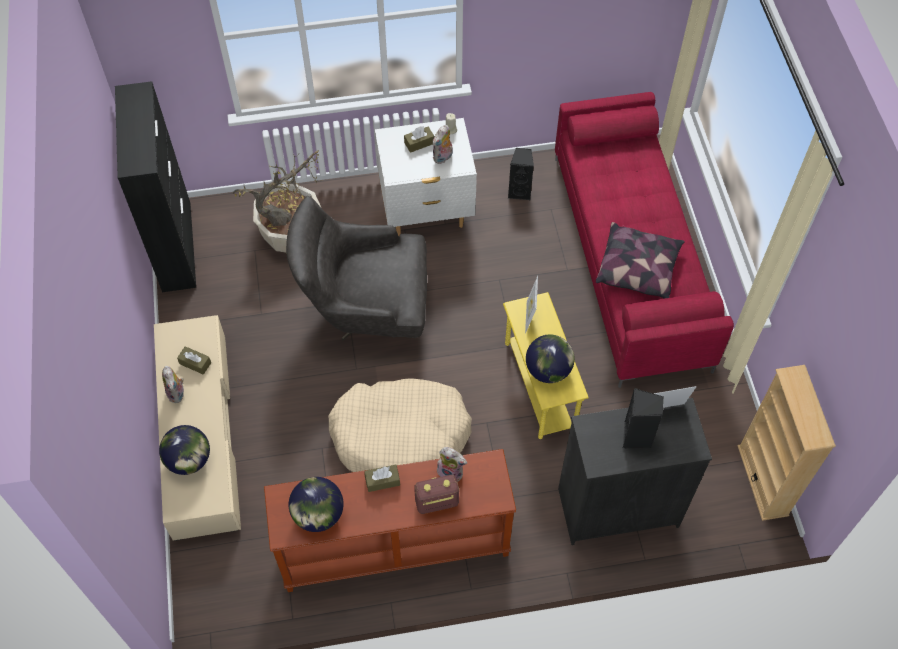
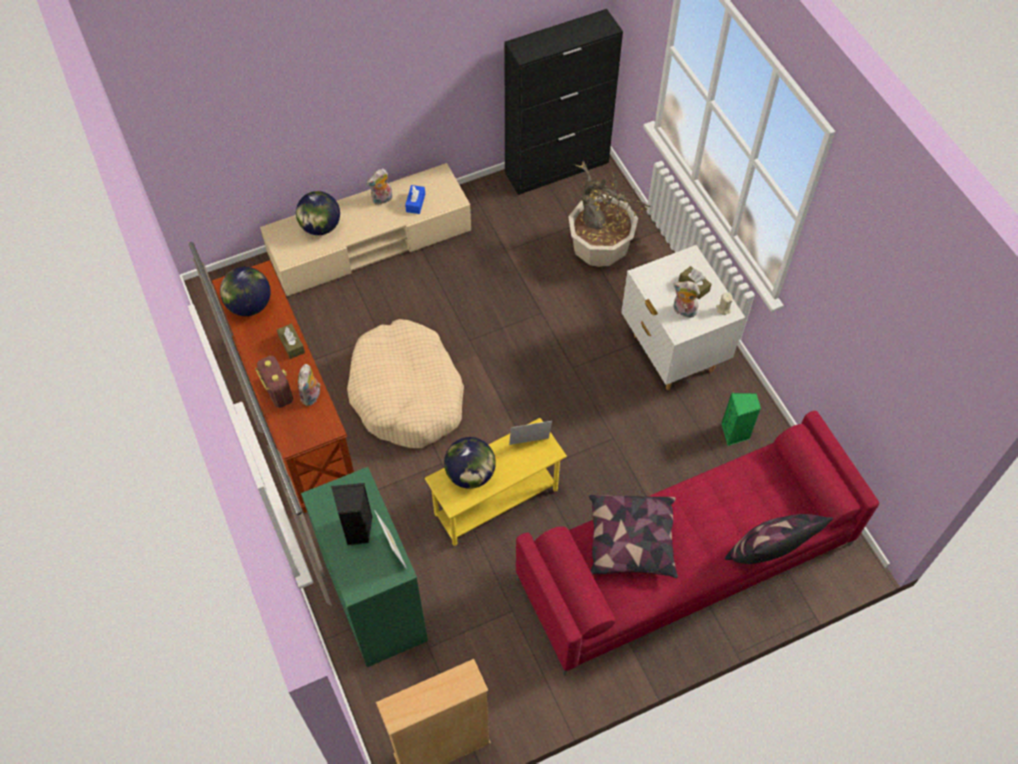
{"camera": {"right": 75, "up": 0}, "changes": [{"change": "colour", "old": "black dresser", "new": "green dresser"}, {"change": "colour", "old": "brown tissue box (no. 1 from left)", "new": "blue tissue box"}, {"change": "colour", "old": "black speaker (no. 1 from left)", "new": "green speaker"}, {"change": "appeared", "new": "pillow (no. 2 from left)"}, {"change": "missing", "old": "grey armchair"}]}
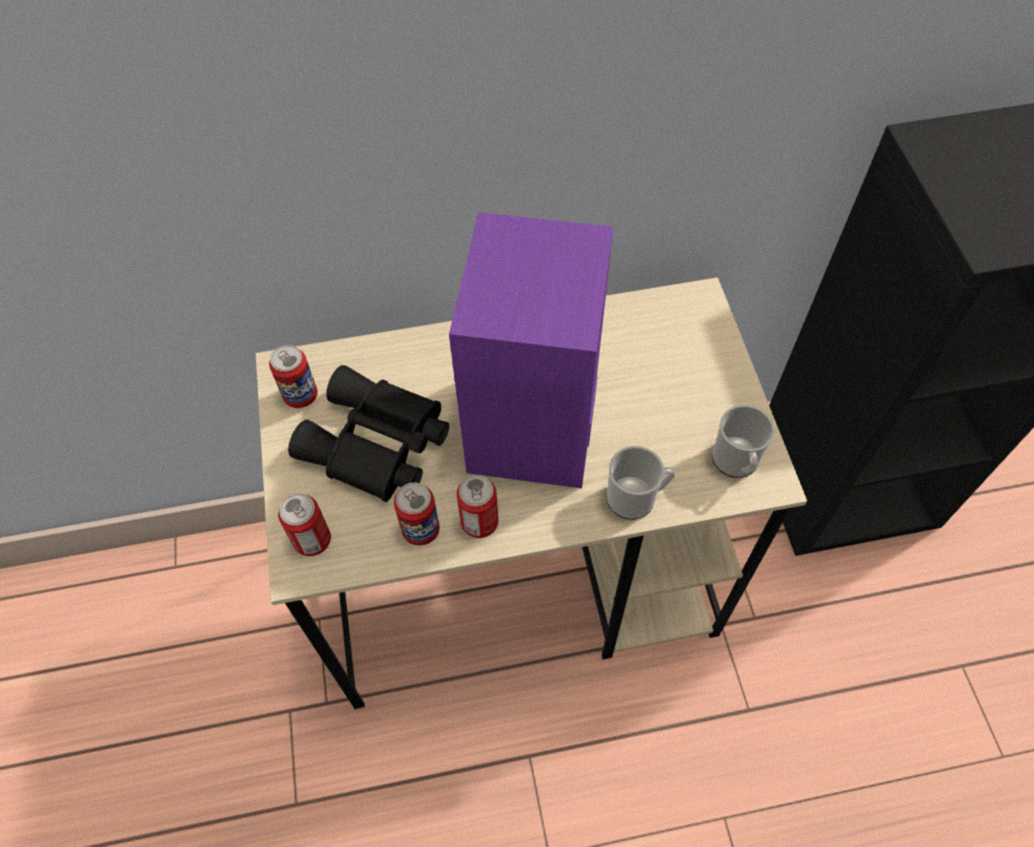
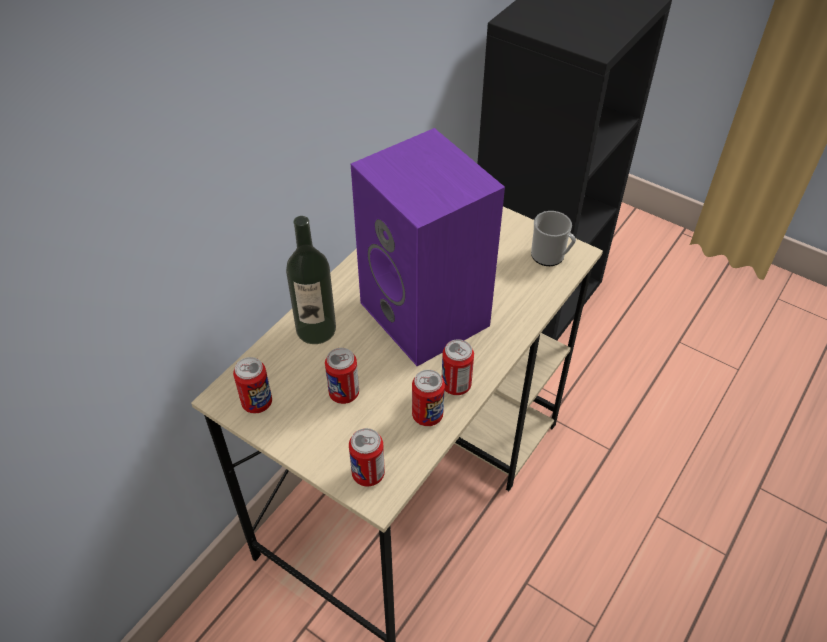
{"camera": {"right": -45, "up": -10}, "changes": [{"change": "appeared", "new": "bottle"}, {"change": "exchanged", "old": "black binoculars", "new": "can (no. 2 from left)"}, {"change": "missing", "old": "mug (no. 1 from left)"}]}
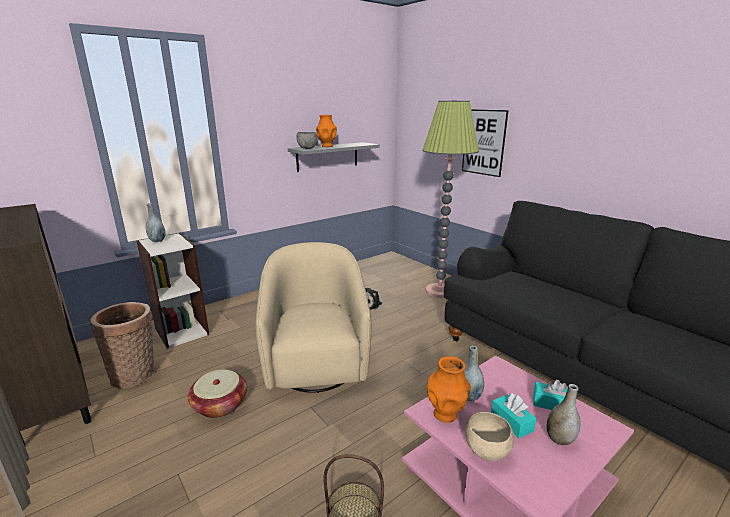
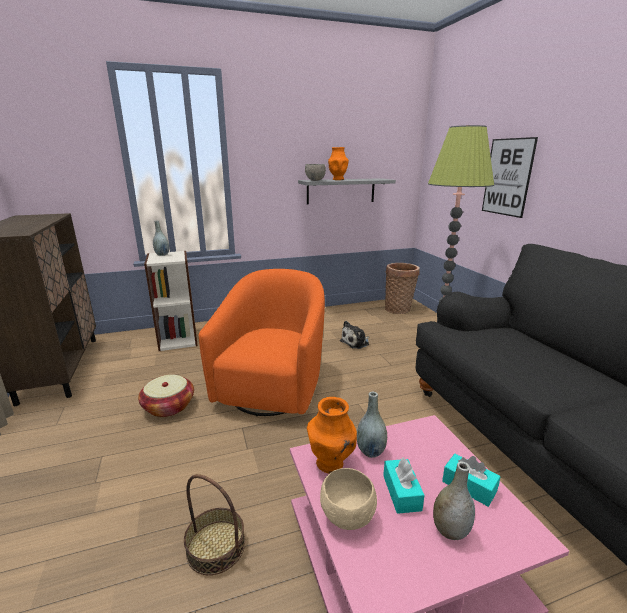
{"camera": {"right": 20, "up": 0}, "changes": [{"change": "colour", "old": "beige armchair", "new": "orange armchair"}, {"change": "relocated", "old": "basket (no. 1 from left in the first image)", "new": "basket (no. 3 from left)"}]}
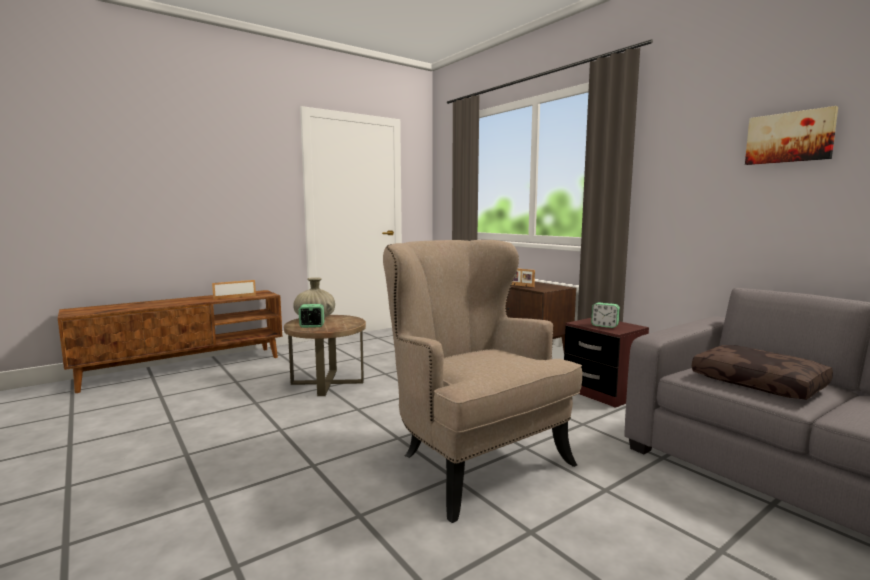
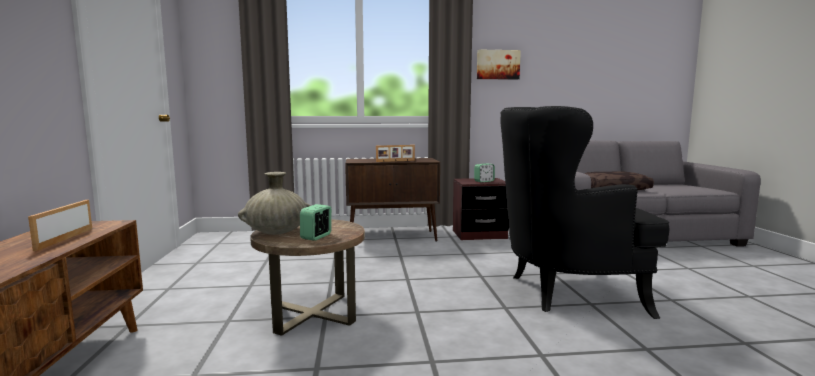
{"camera": {"right": -60, "up": 0}, "changes": [{"change": "relocated", "old": "picture"}, {"change": "colour", "old": "beige armchair", "new": "black armchair"}]}
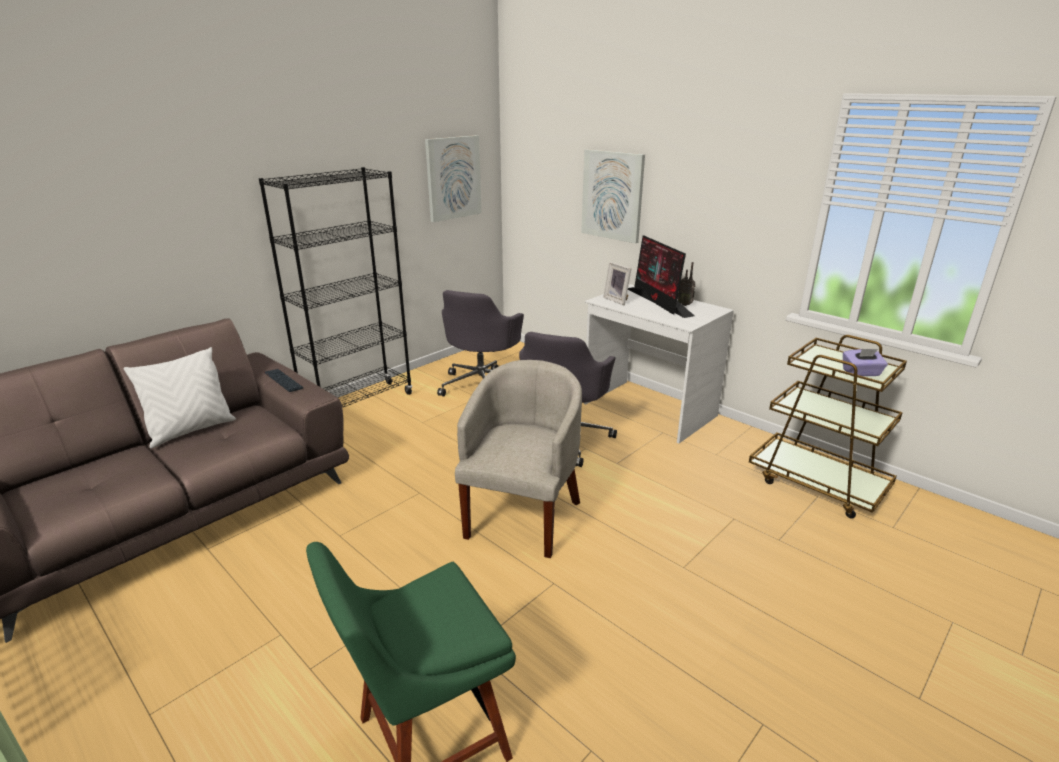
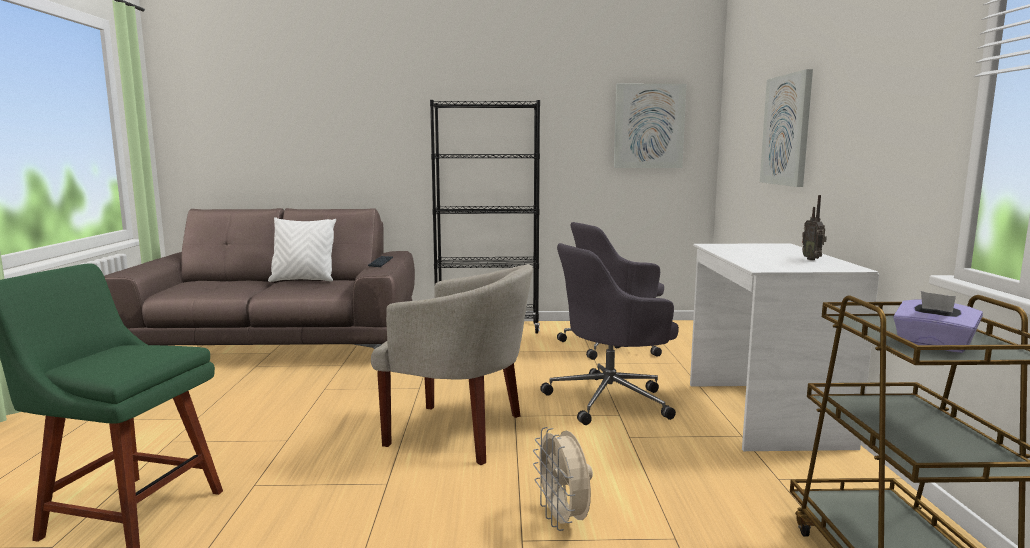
{"camera": {"right": 45, "up": -15}, "changes": [{"change": "spun", "old": "beige armchair", "degrees": 45}, {"change": "appeared", "new": "beige fan"}, {"change": "missing", "old": "picture frame"}, {"change": "missing", "old": "monitor"}]}
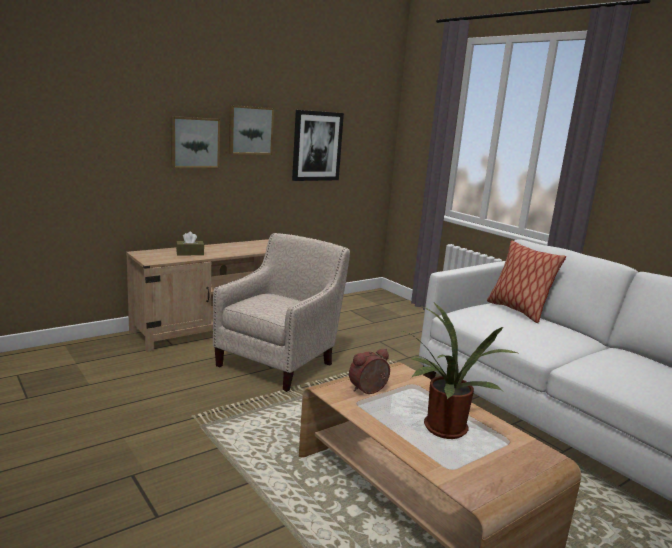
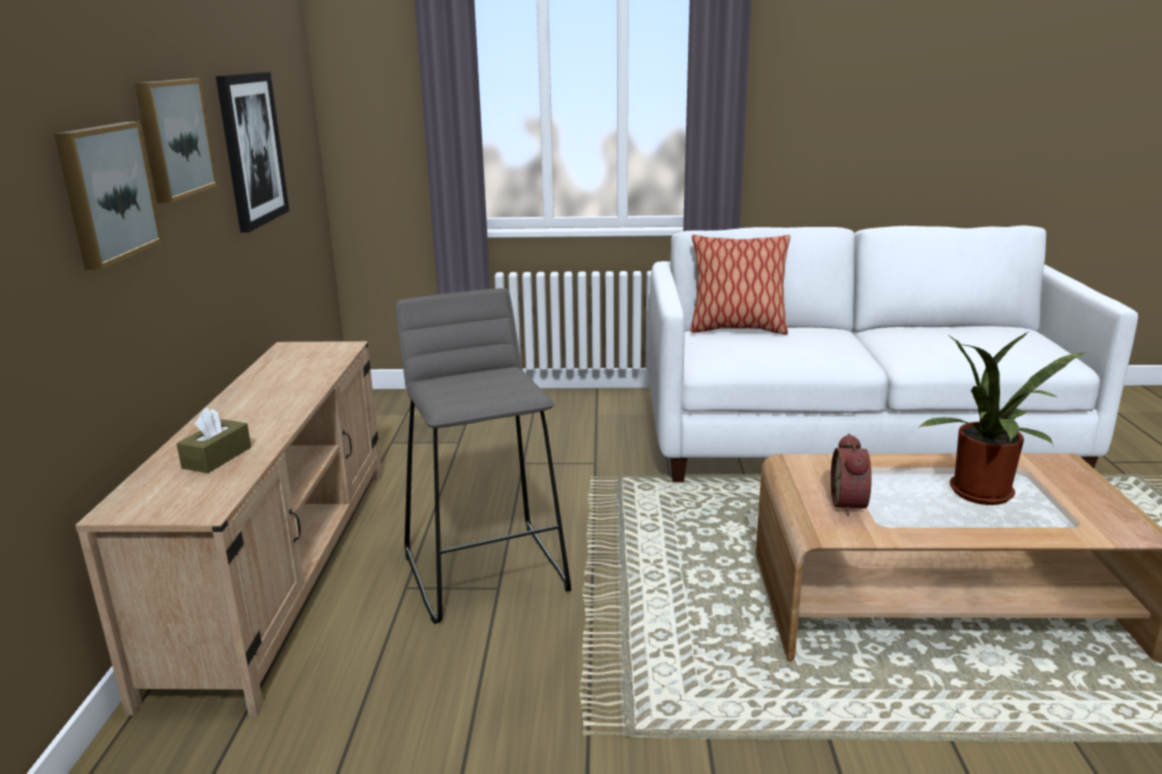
{"camera": {"right": -50, "up": 5}, "changes": [{"change": "exchanged", "old": "beige armchair", "new": "grey stool"}]}
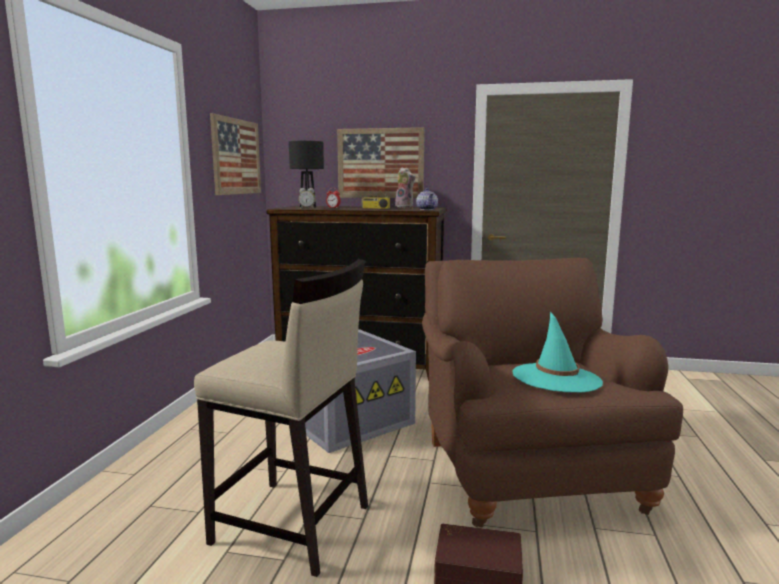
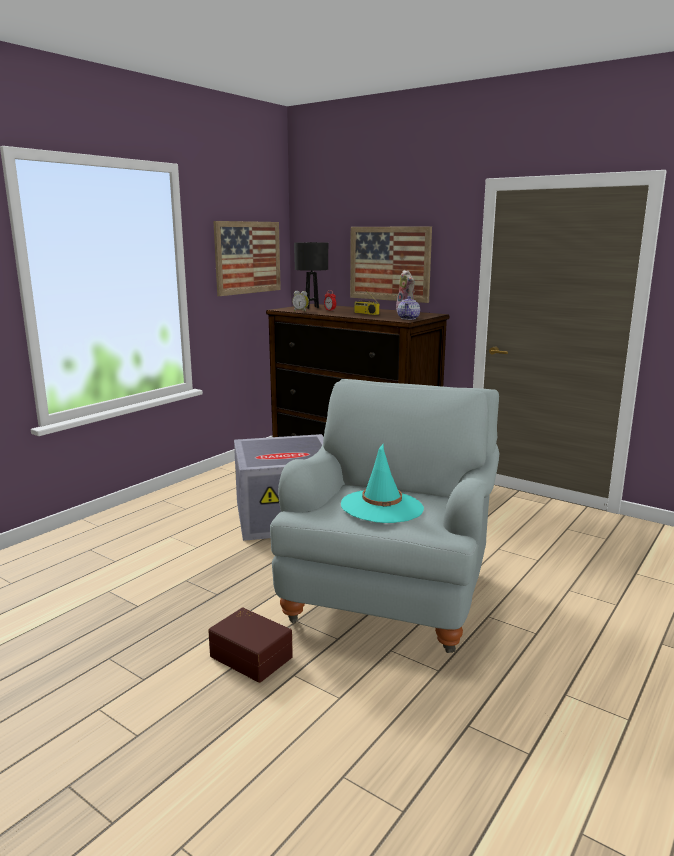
{"camera": {"right": 25, "up": 5}, "changes": [{"change": "colour", "old": "brown armchair", "new": "grey armchair"}, {"change": "missing", "old": "beige stool"}]}
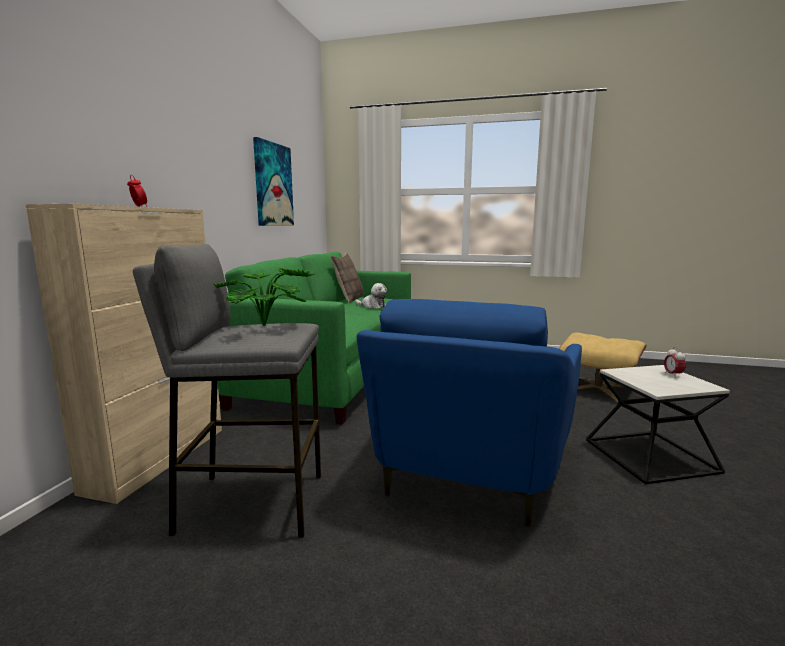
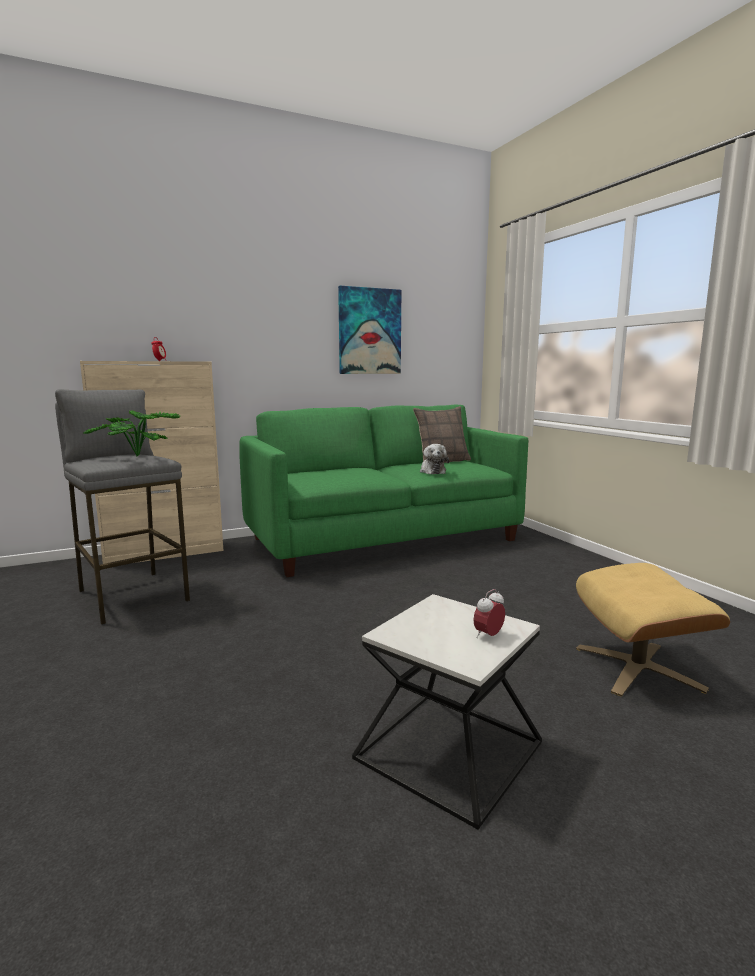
{"camera": {"right": 50, "up": 0}, "changes": [{"change": "missing", "old": "blue armchair"}]}
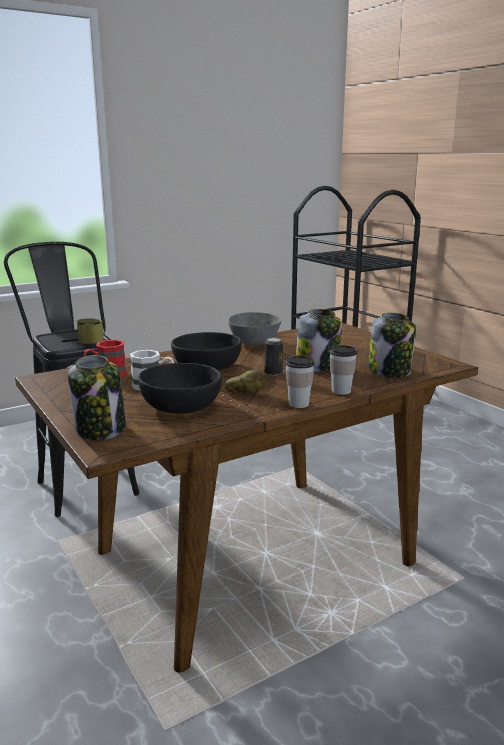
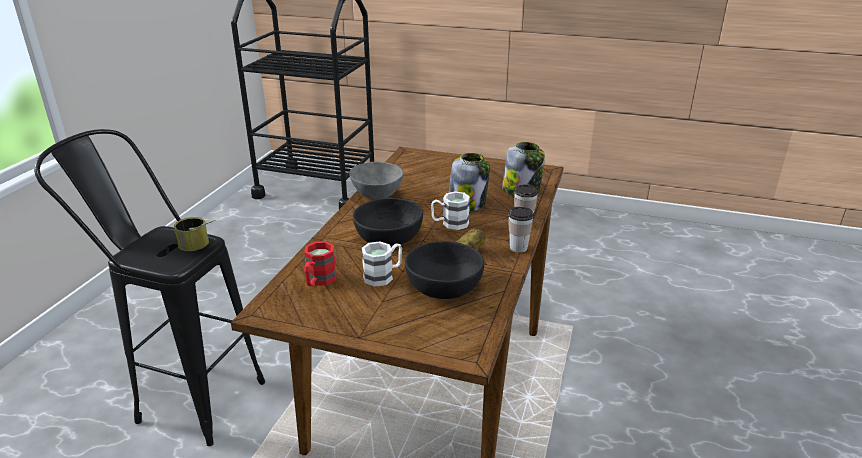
{"camera": {"right": -40, "up": 10}, "changes": [{"change": "exchanged", "old": "can (no. 2 from left)", "new": "white mug (no. 2 from left)"}, {"change": "missing", "old": "jar (no. 1 from left)"}]}
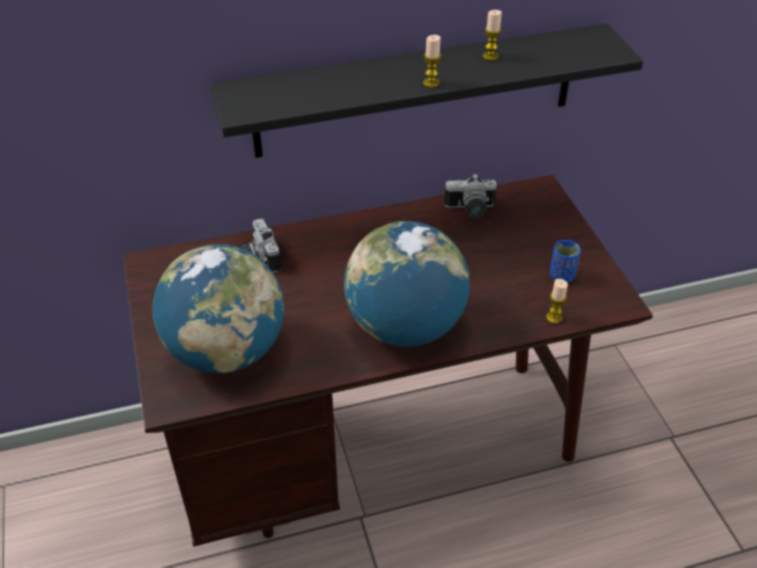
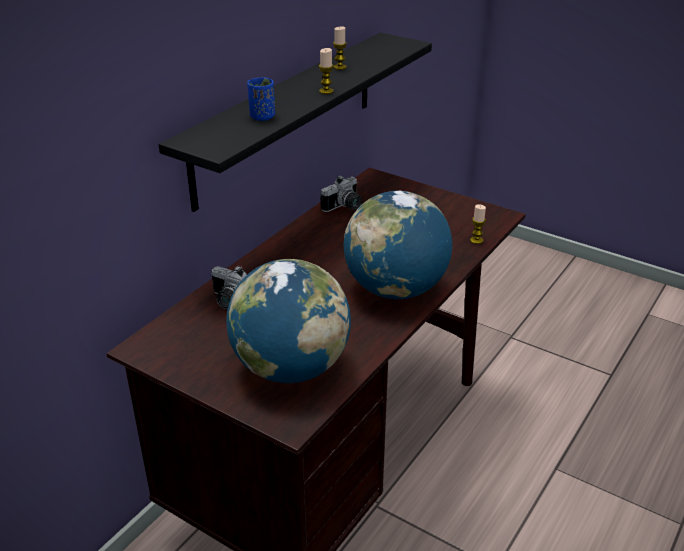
{"camera": {"right": -40, "up": -10}, "changes": [{"change": "relocated", "old": "blue cup"}]}
